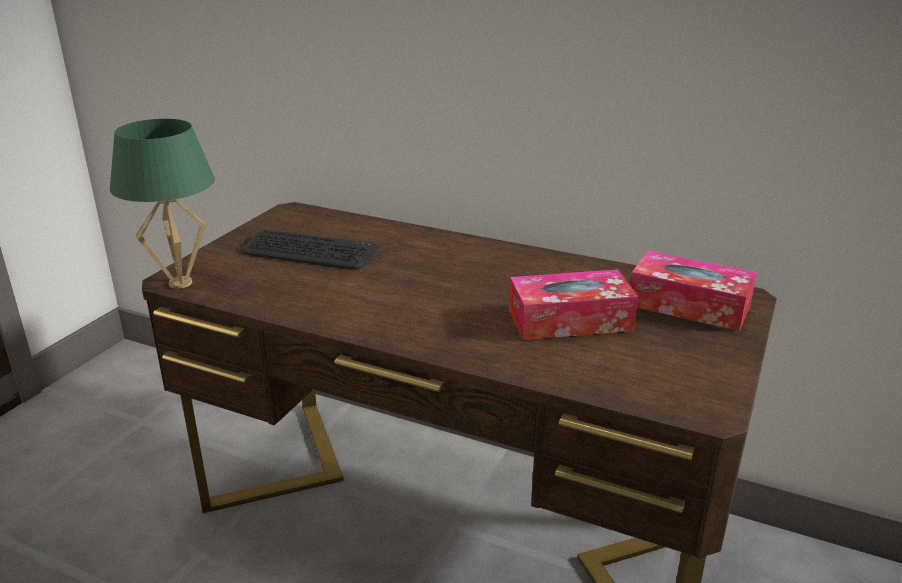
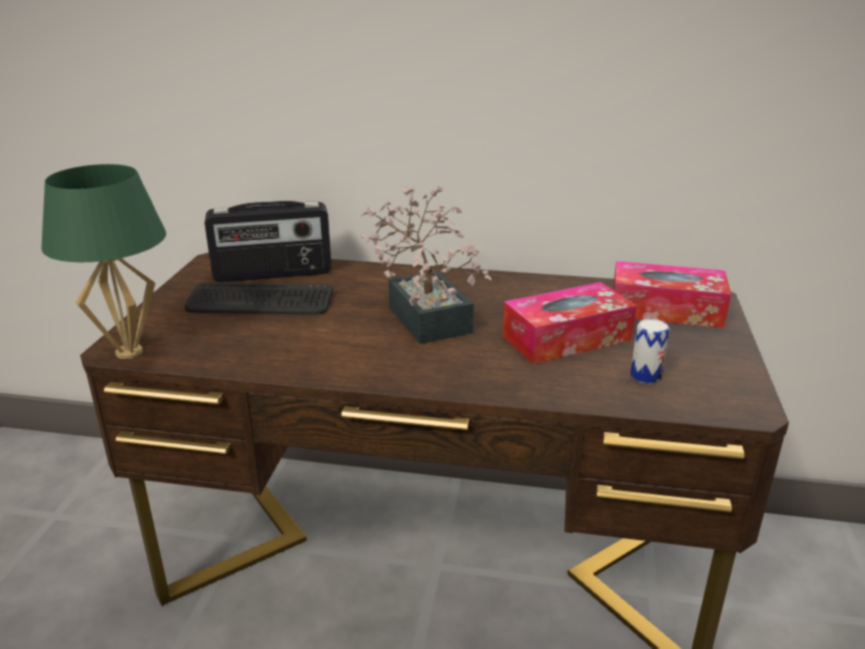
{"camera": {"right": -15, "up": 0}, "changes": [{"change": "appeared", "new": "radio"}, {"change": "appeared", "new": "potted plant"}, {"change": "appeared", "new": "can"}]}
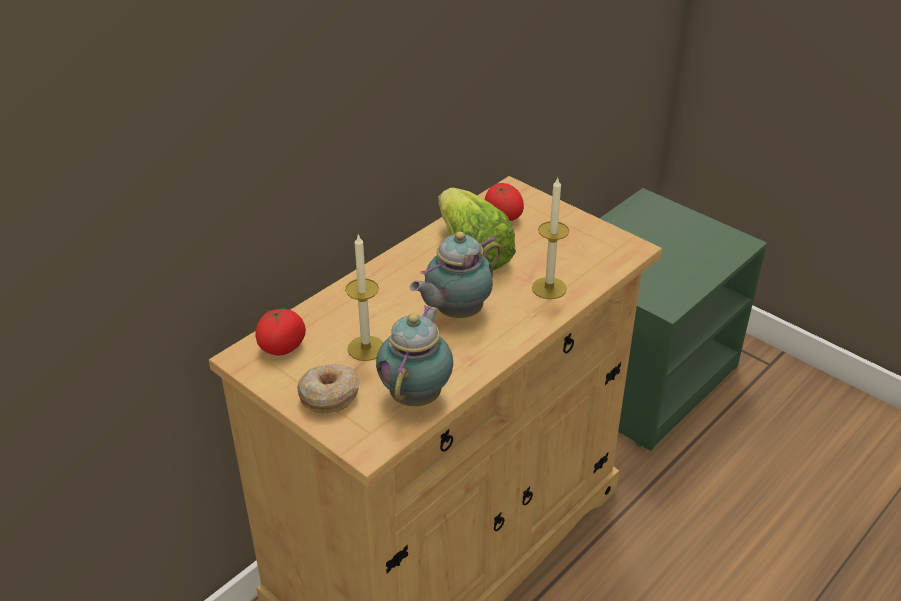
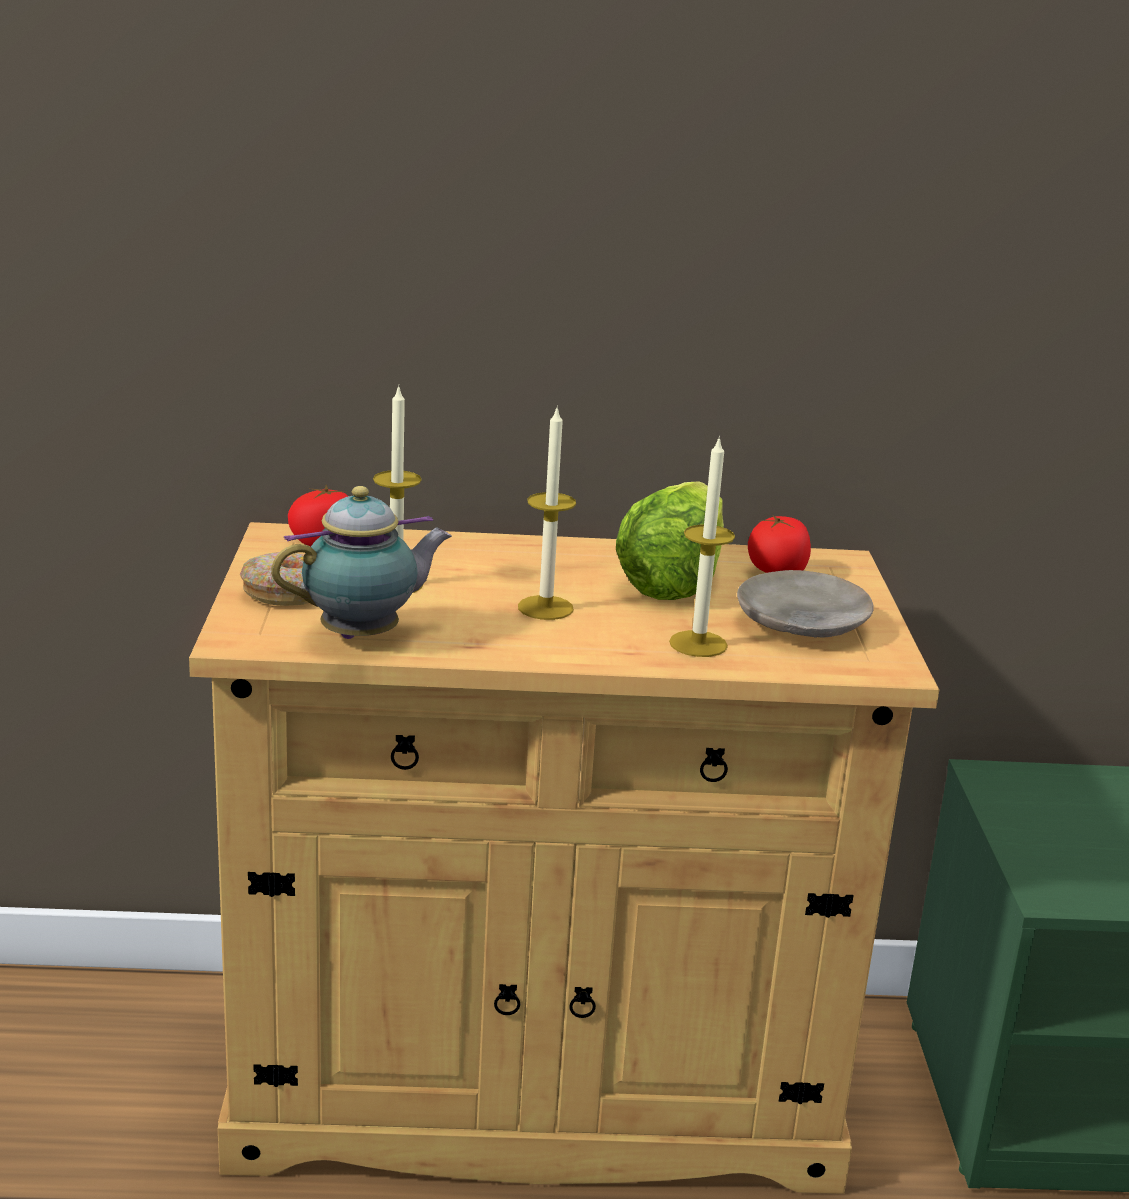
{"camera": {"right": 45, "up": -15}, "changes": [{"change": "exchanged", "old": "teapot (no. 2 from left)", "new": "candle (no. 2 from left)"}, {"change": "appeared", "new": "beige plate"}]}
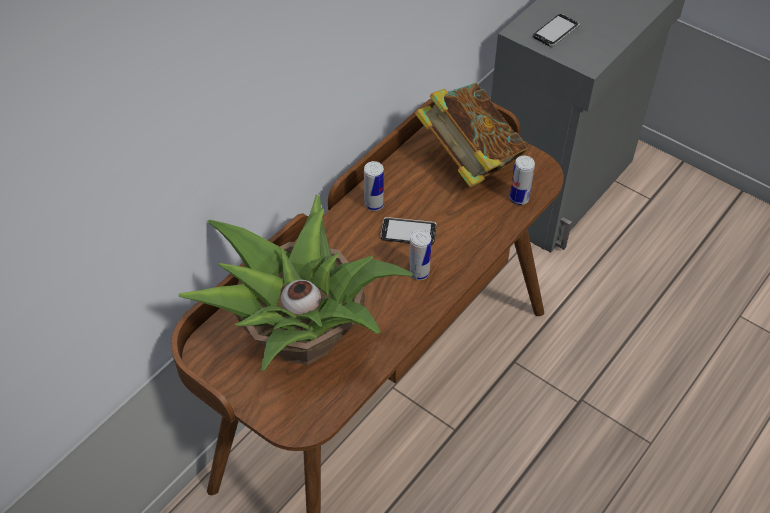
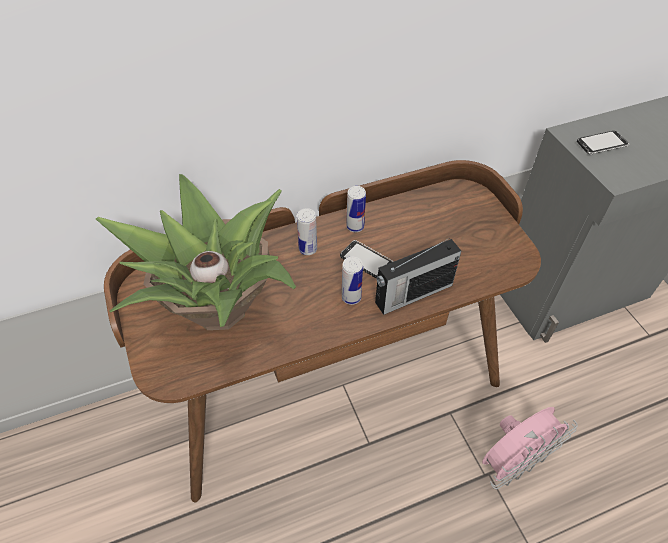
{"camera": {"right": 30, "up": 0}, "changes": [{"change": "relocated", "old": "can (no. 3 from left in the first image)", "new": "can (no. 1 from left)"}, {"change": "appeared", "new": "radio"}, {"change": "appeared", "new": "pink fan"}, {"change": "missing", "old": "book"}]}
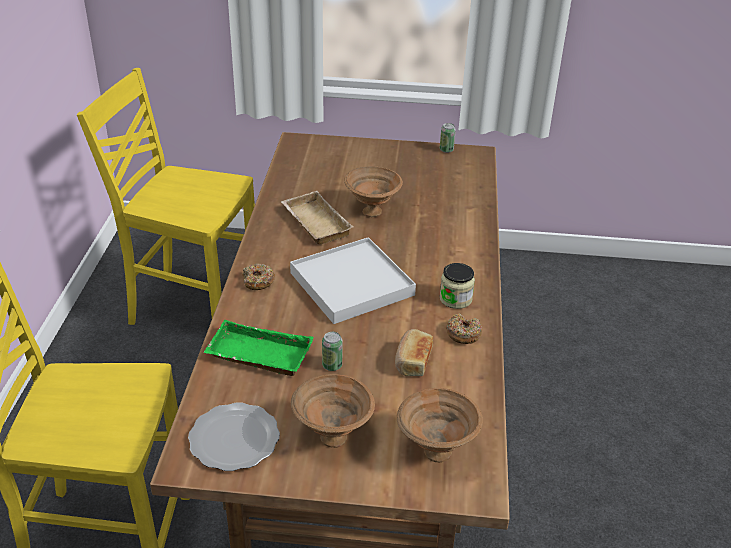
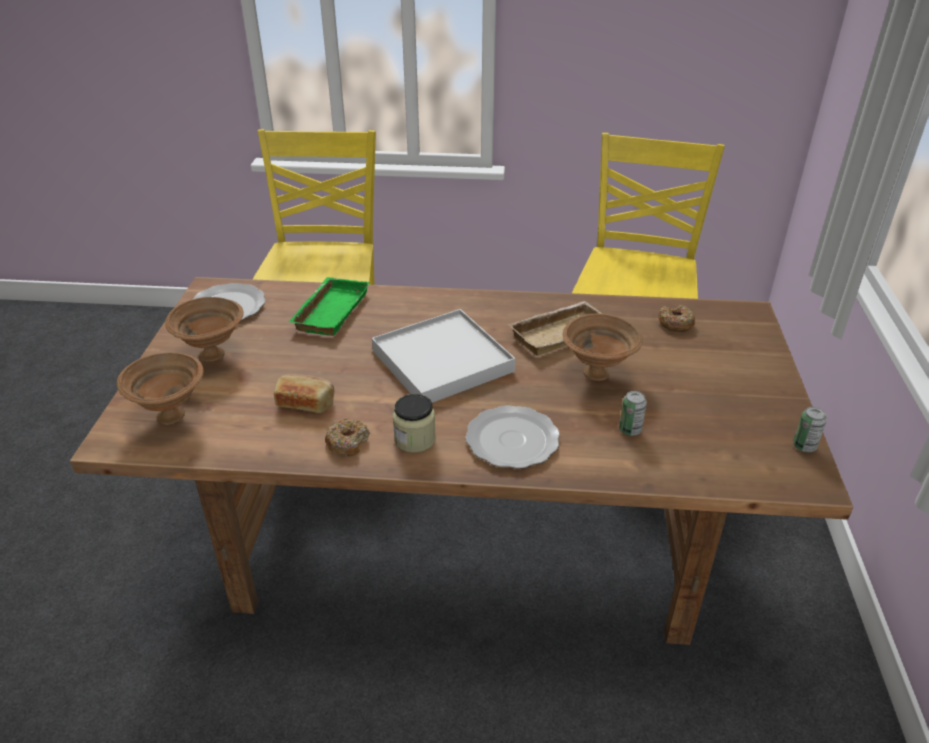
{"camera": {"right": 90, "up": 0}, "changes": [{"change": "appeared", "new": "plate (no. 2 from left)"}, {"change": "relocated", "old": "can (no. 1 from left)"}, {"change": "relocated", "old": "donut (no. 1 from left in the first image)", "new": "donut (no. 2 from left)"}]}
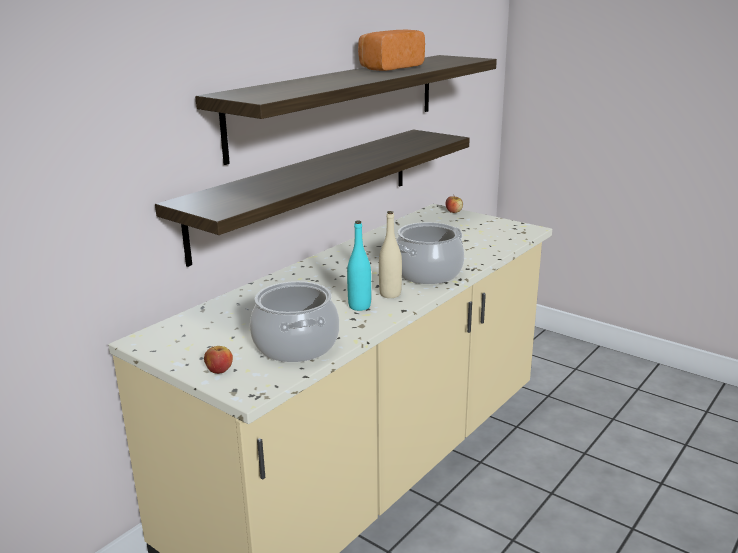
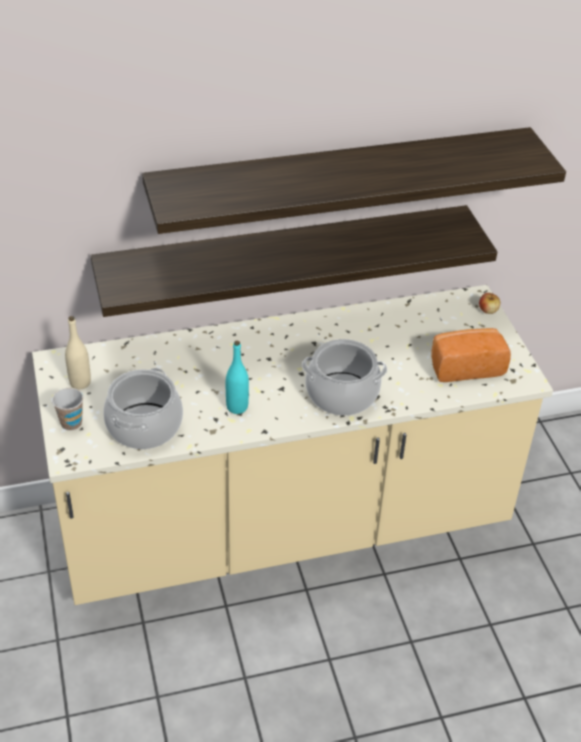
{"camera": {"right": 35, "up": 20}, "changes": [{"change": "exchanged", "old": "apple (no. 1 from left)", "new": "cup"}, {"change": "relocated", "old": "beige bottle"}, {"change": "relocated", "old": "bread"}]}
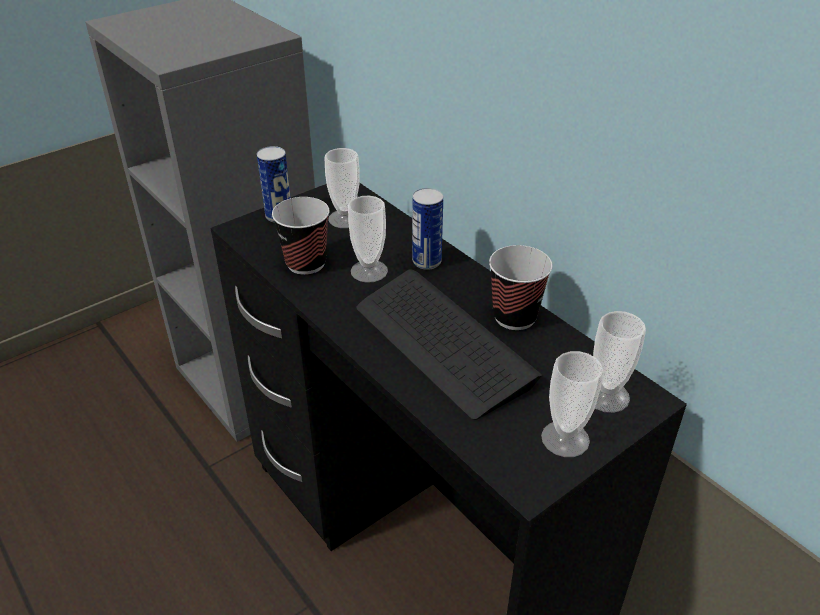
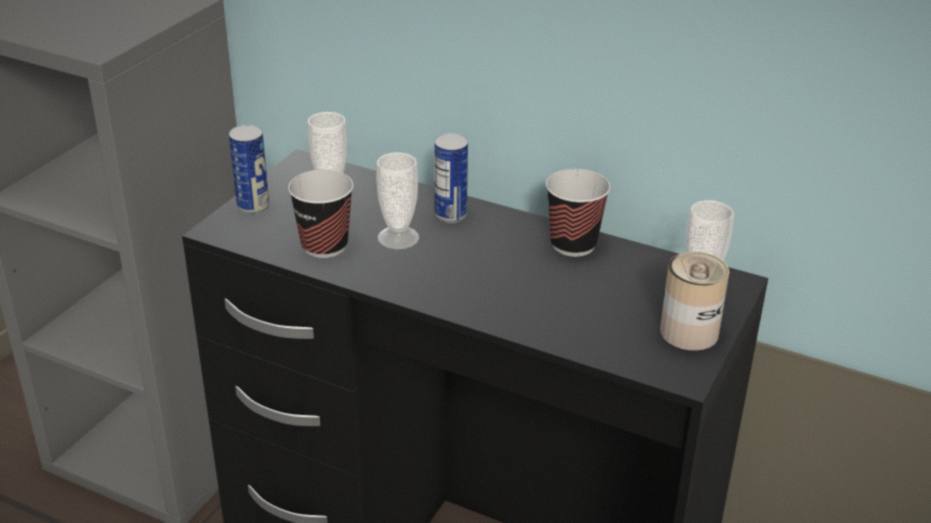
{"camera": {"right": -25, "up": -5}, "changes": [{"change": "exchanged", "old": "cup (no. 5 from left)", "new": "can (no. 3 from left)"}, {"change": "missing", "old": "keyboard"}]}
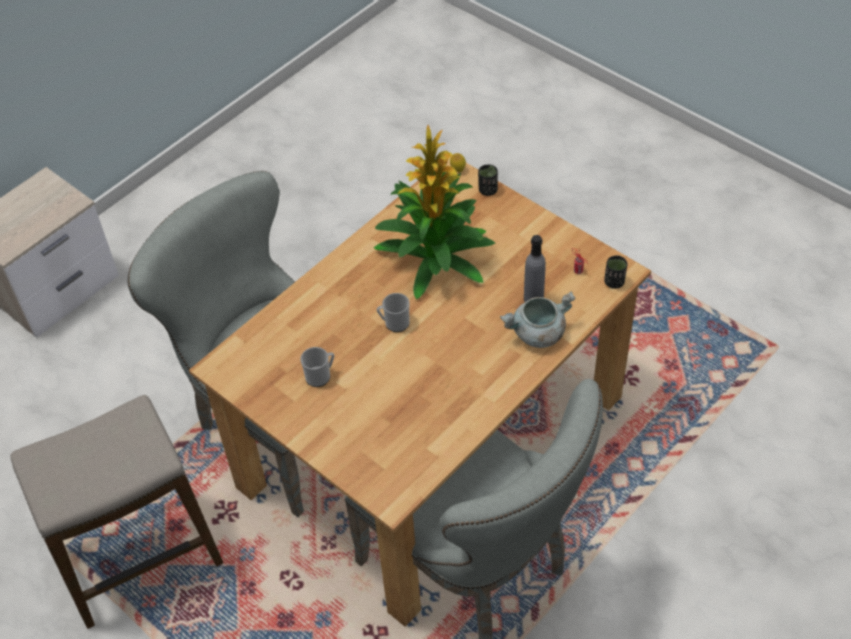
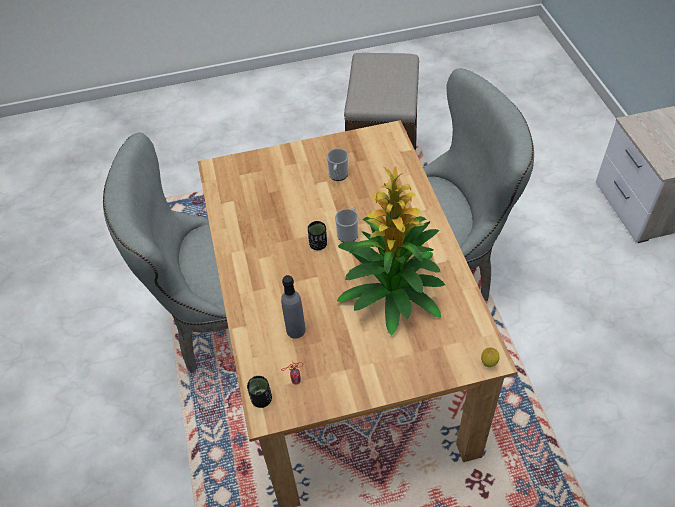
{"camera": {"right": 125, "up": 0}, "changes": [{"change": "relocated", "old": "black cup (no. 1 from left in the first image)", "new": "black cup (no. 2 from left)"}, {"change": "missing", "old": "grey cooking pot"}]}
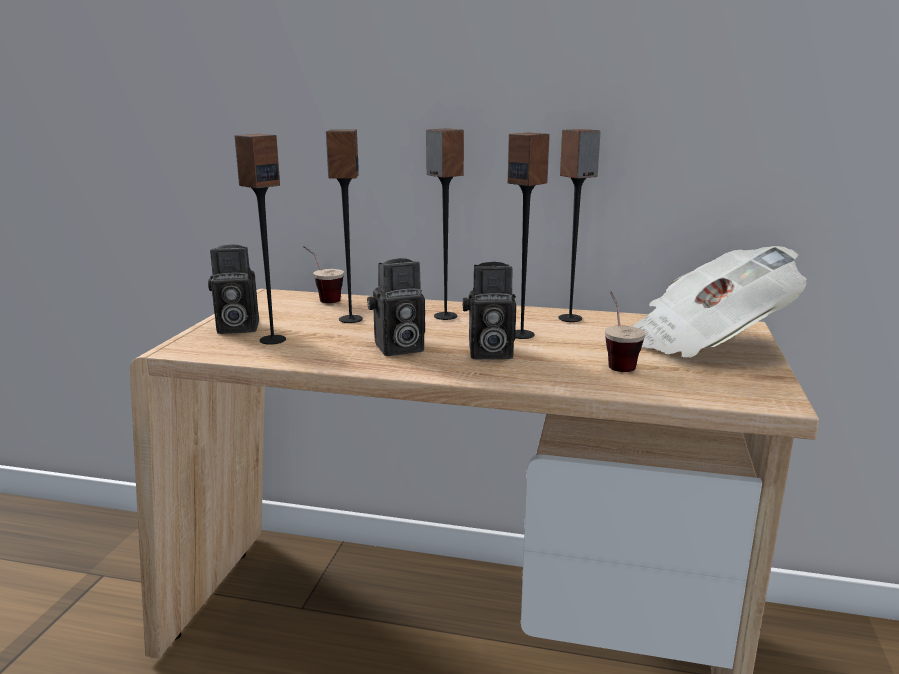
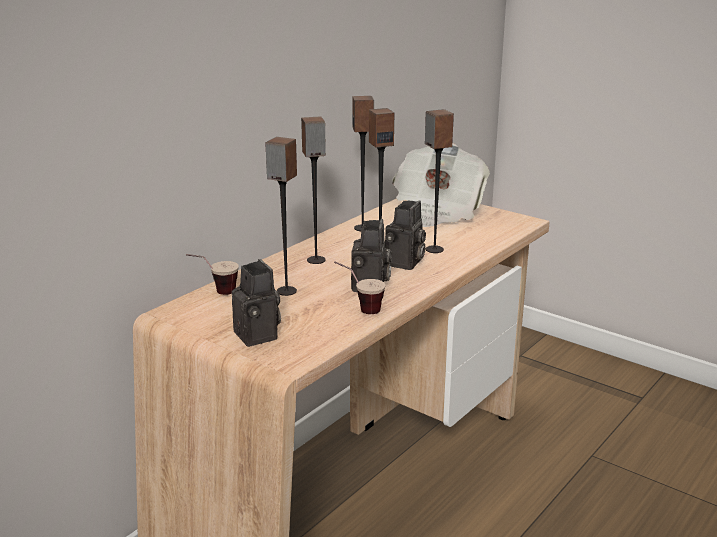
{"camera": {"right": -65, "up": 5}, "changes": [{"change": "spun", "old": "photo camera (no. 1 from left)", "degrees": -45}, {"change": "relocated", "old": "cup (no. 2 from left)"}, {"change": "relocated", "old": "speaker (no. 1 from left in the first image)", "new": "speaker (no. 5 from left)"}]}
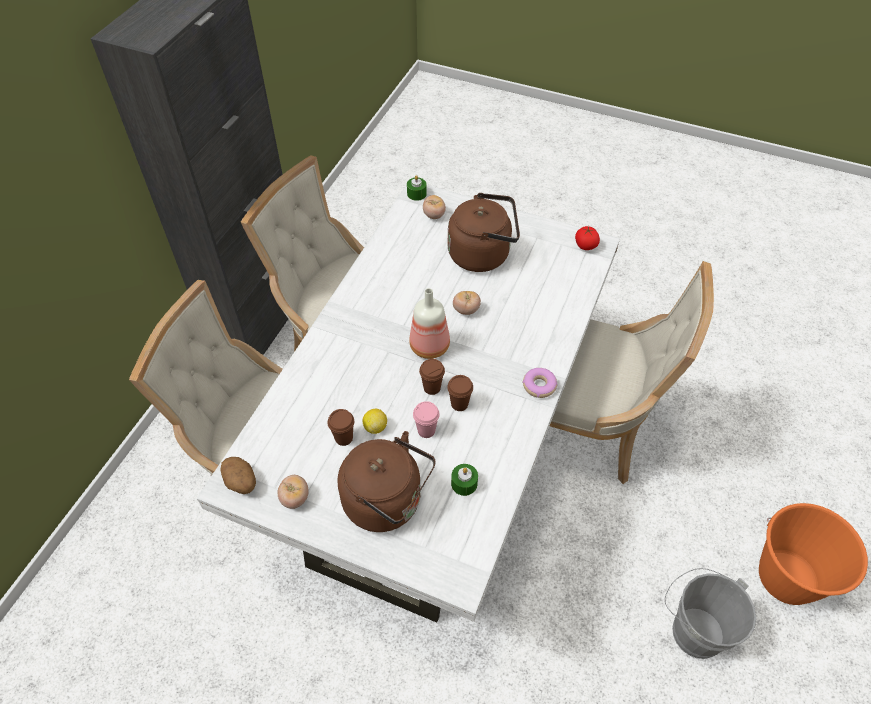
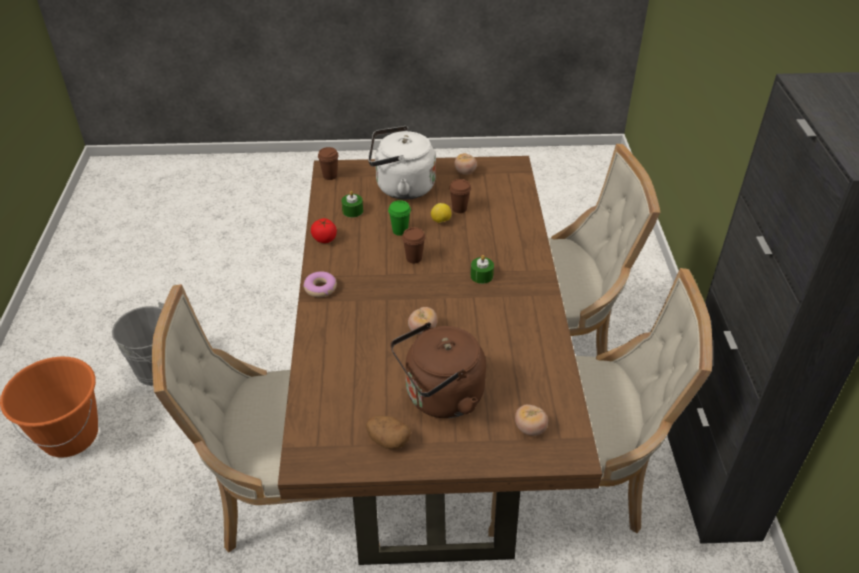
{"camera": {"right": 155, "up": -10}, "changes": [{"change": "colour", "old": "white dining table", "new": "brown dining table"}, {"change": "relocated", "old": "tomato (no. 4 from left in the first image)", "new": "tomato (no. 1 from left)"}, {"change": "relocated", "old": "brown cup (no. 3 from left in the first image)", "new": "brown cup (no. 1 from left)"}, {"change": "relocated", "old": "potato"}, {"change": "colour", "old": "brown kettle (no. 1 from left)", "new": "white kettle"}, {"change": "colour", "old": "pink cup", "new": "green cup"}, {"change": "relocated", "old": "green candle (no. 1 from left in the first image)", "new": "green candle (no. 2 from left)"}, {"change": "missing", "old": "bottle"}]}
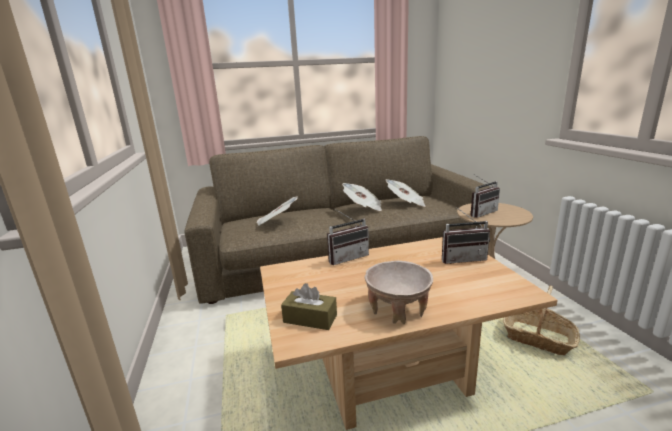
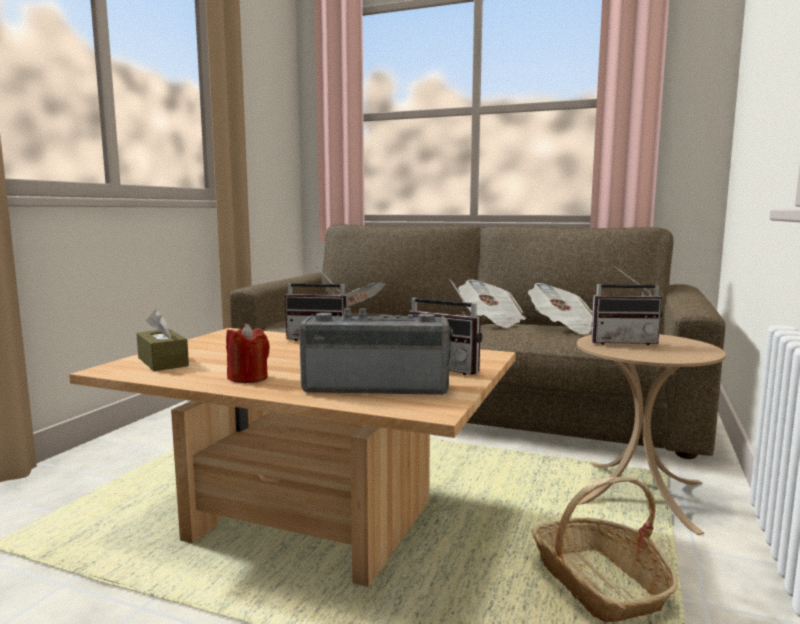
{"camera": {"right": 35, "up": -10}, "changes": [{"change": "exchanged", "old": "beige bowl", "new": "red candle"}, {"change": "appeared", "new": "radio (no. 2 from left)"}]}
